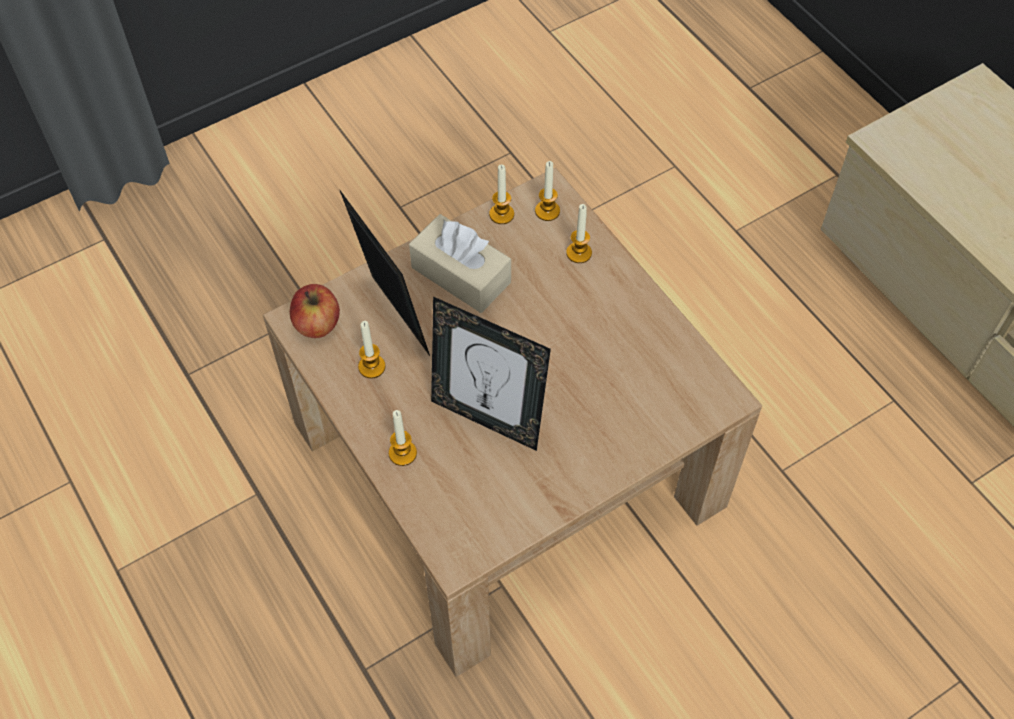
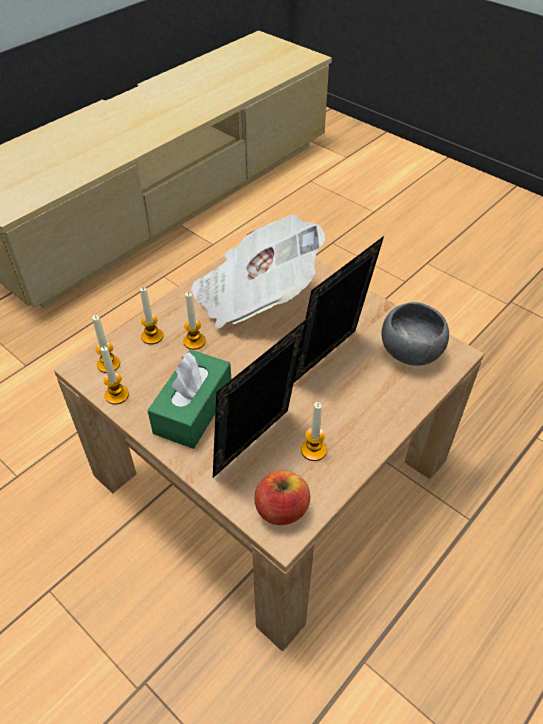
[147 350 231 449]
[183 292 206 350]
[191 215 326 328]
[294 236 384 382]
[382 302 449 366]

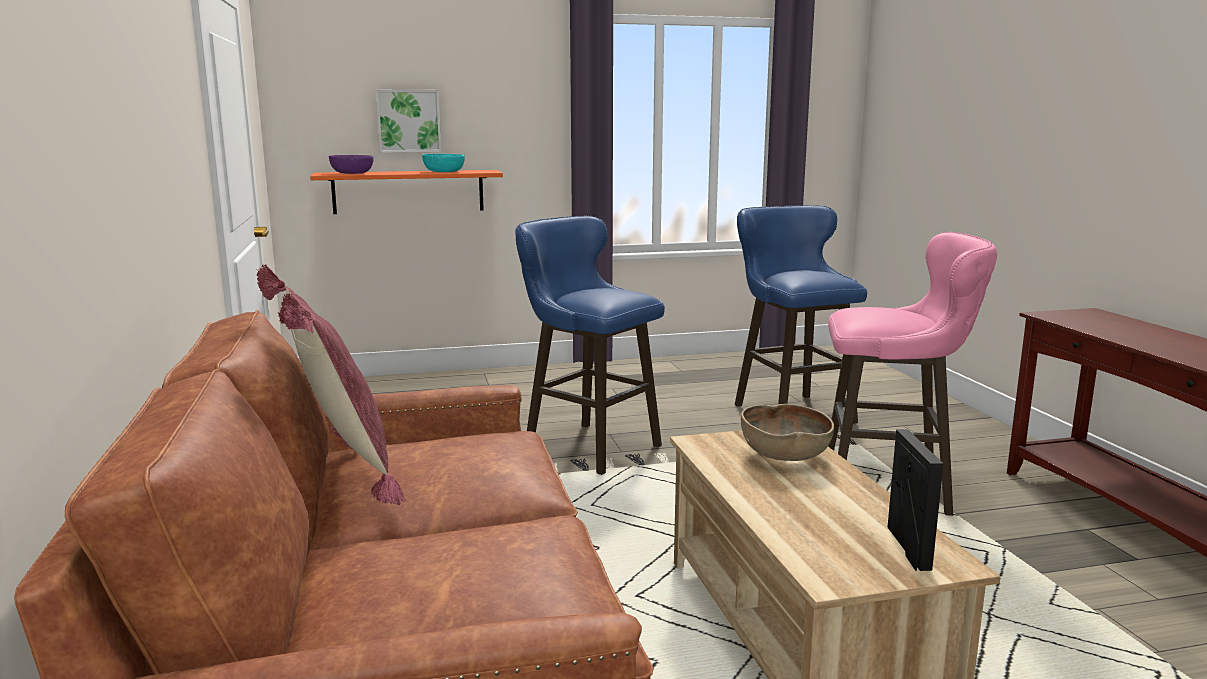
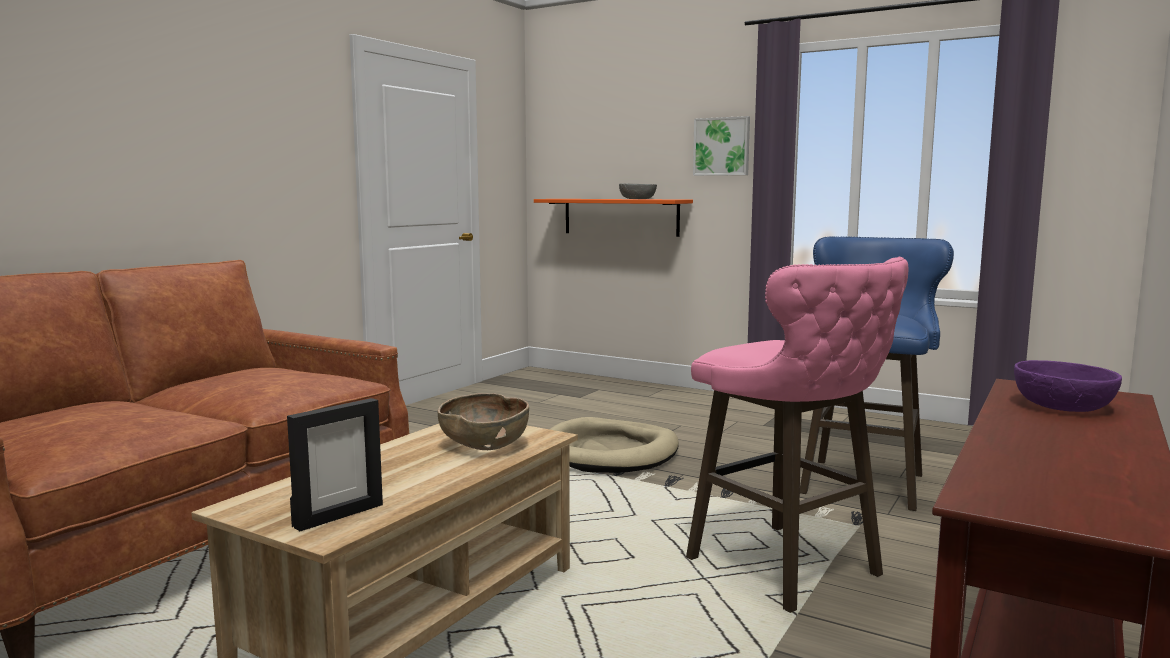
[550 417 679 473]
[619 184 657 199]
[693 116 750 176]
[1014 360 1122 412]
[257 265 405 506] (first image)

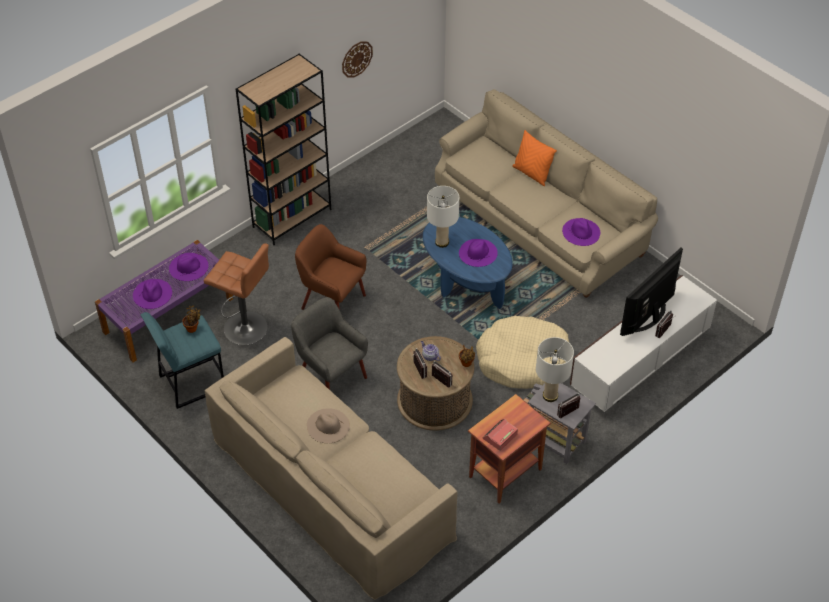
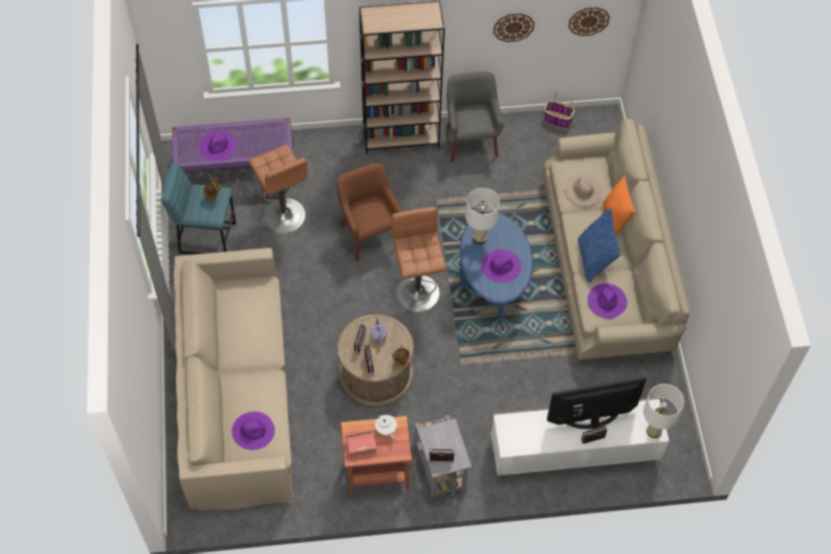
[232 411 275 450]
[375 411 397 439]
[392 207 447 312]
[446 72 503 162]
[544 90 575 129]
[564 174 602 206]
[568 7 610 36]
[578 209 621 283]
[643 384 684 438]
[476 316 573 389] (first image)

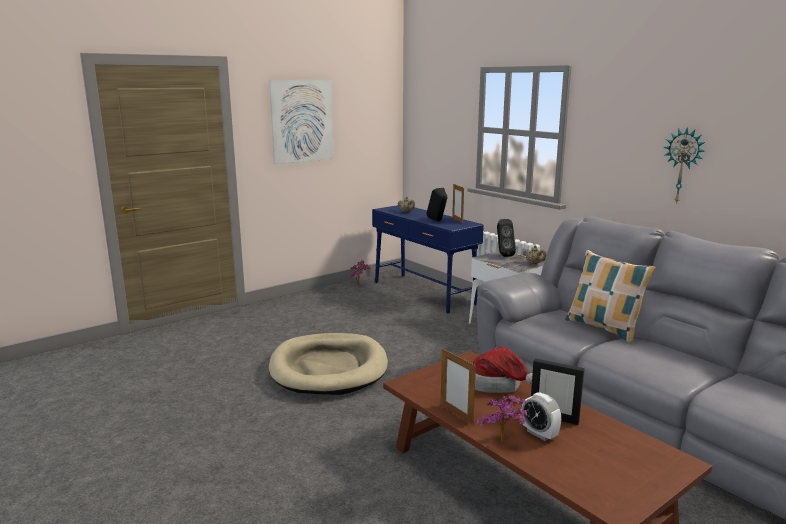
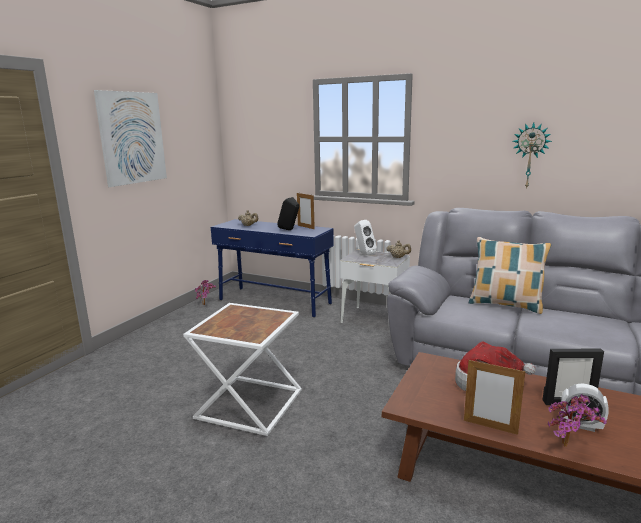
[183 303 302 436]
[354 220 377 255]

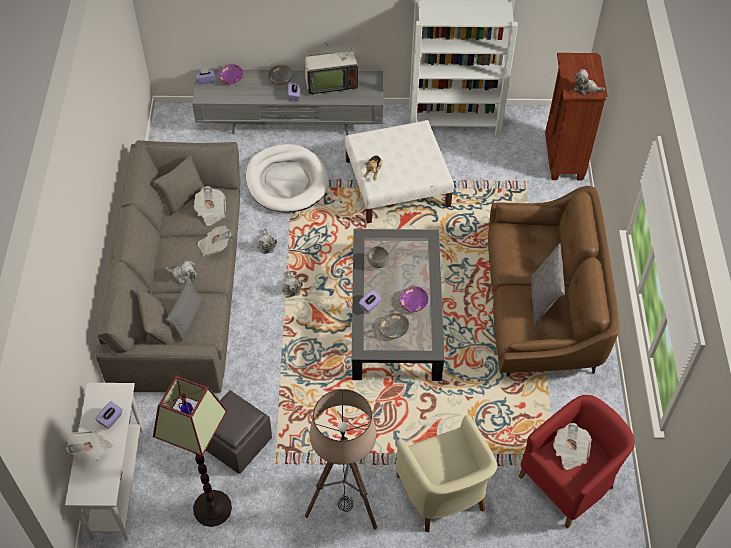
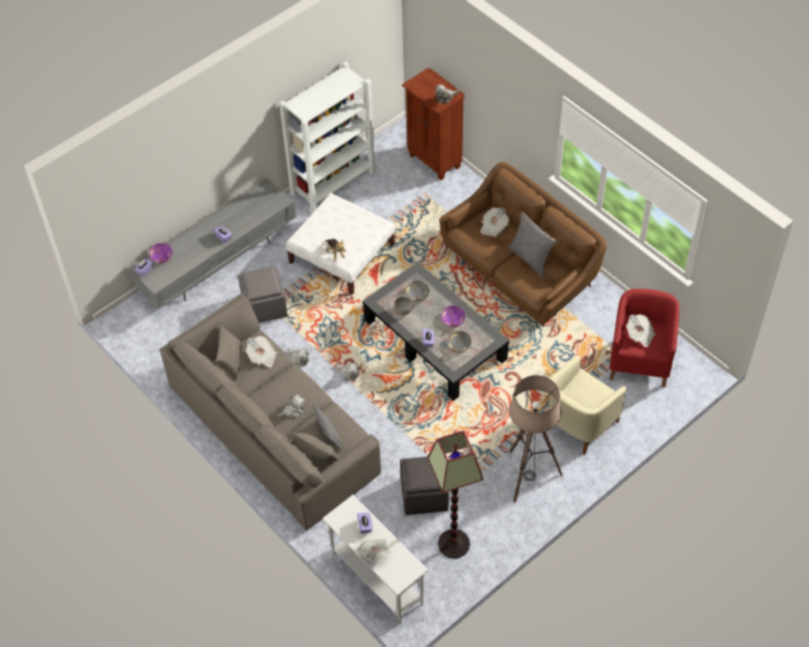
[238 266 288 323]
[405 280 429 301]
[480 207 509 237]
[548 355 627 455]
[304 39 358 95] (first image)

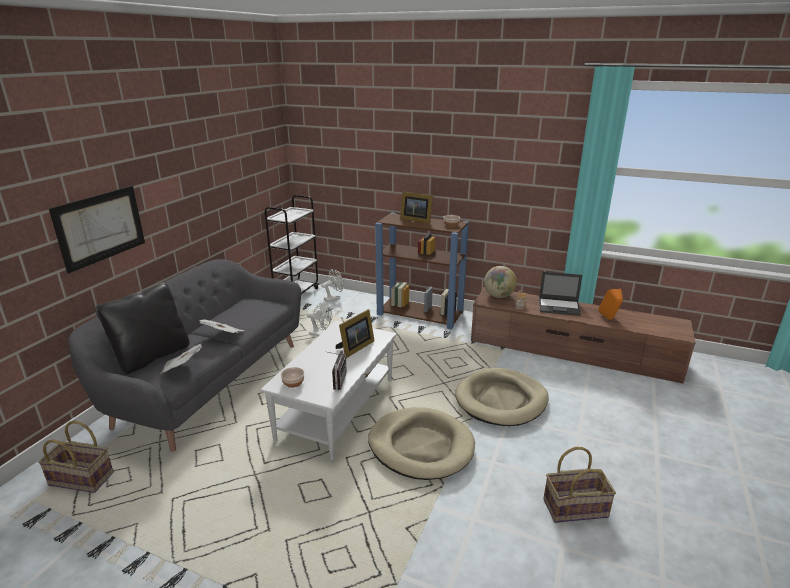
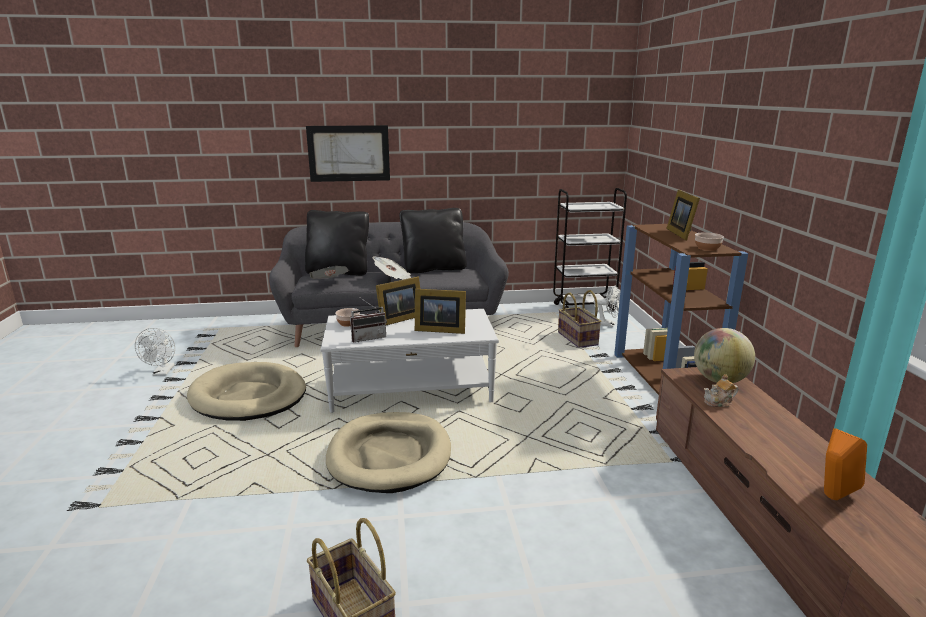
[135 328 175 376]
[187 362 306 421]
[376 277 420 325]
[399 208 467 273]
[558 290 601 348]
[539 272 582 316] (first image)

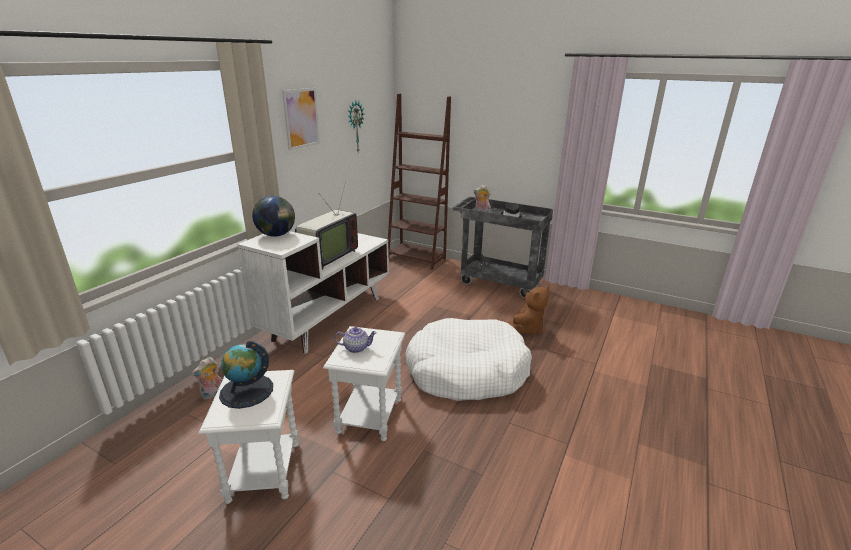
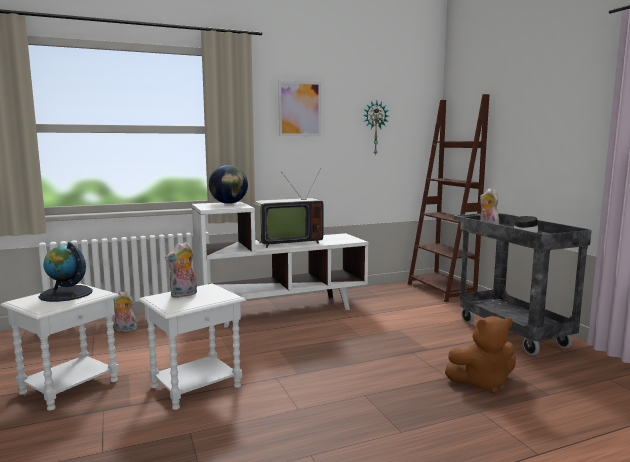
[165 242 197 298]
[405 318 532 401] (first image)

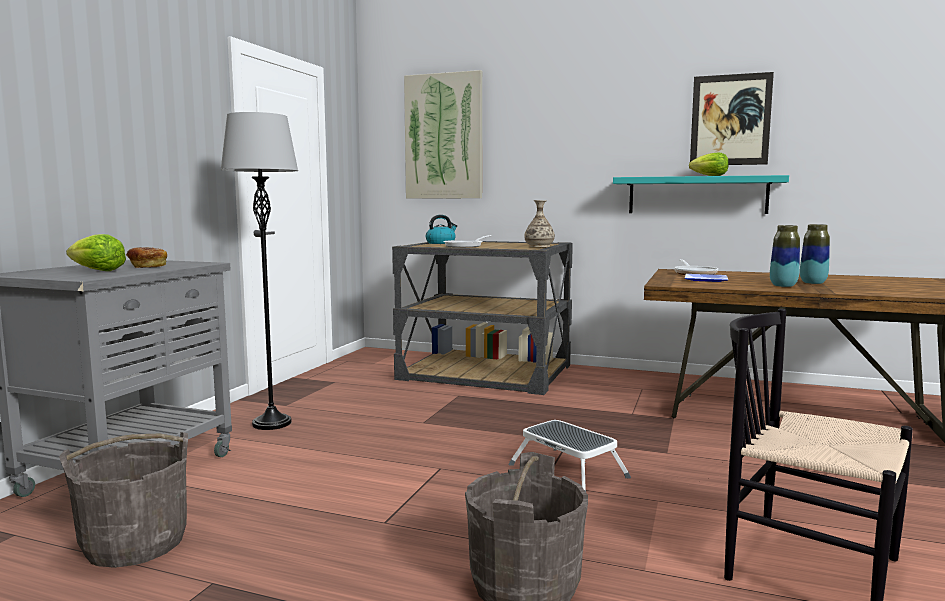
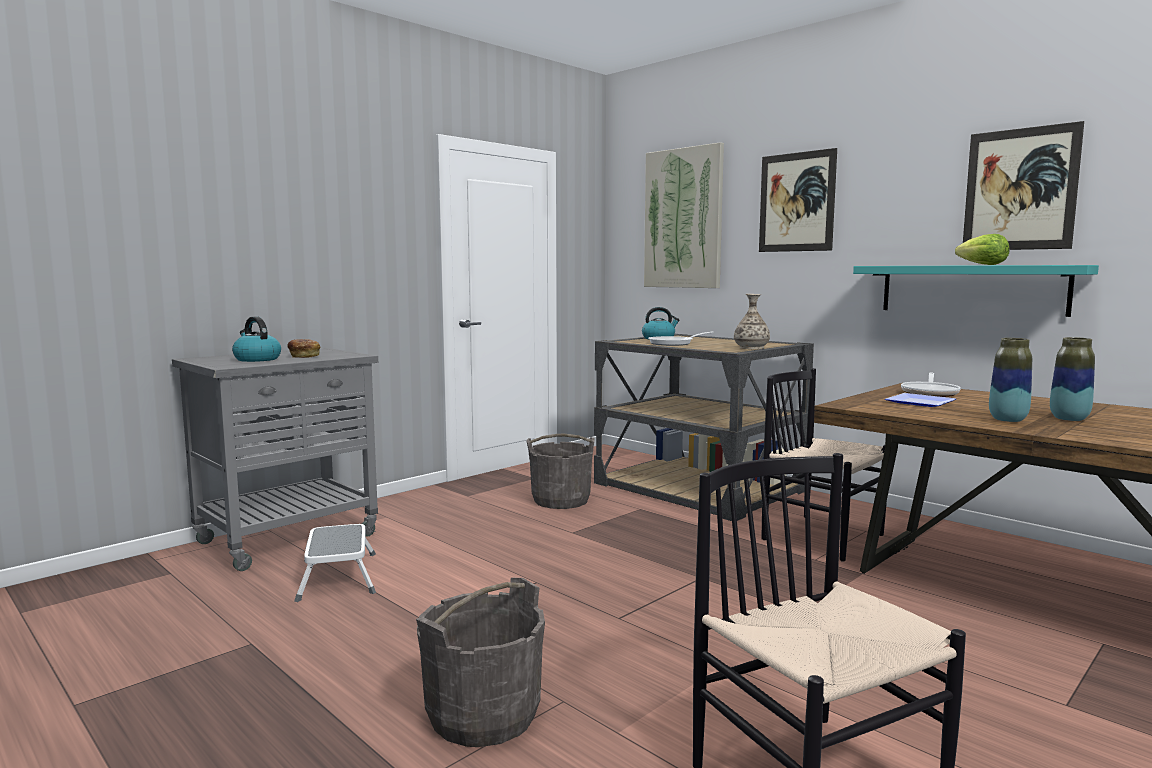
[232 316 281 362]
[294 524 376 602]
[526 434 595 509]
[759 148 837 252]
[761 368 887 561]
[221 112 298 430] (first image)

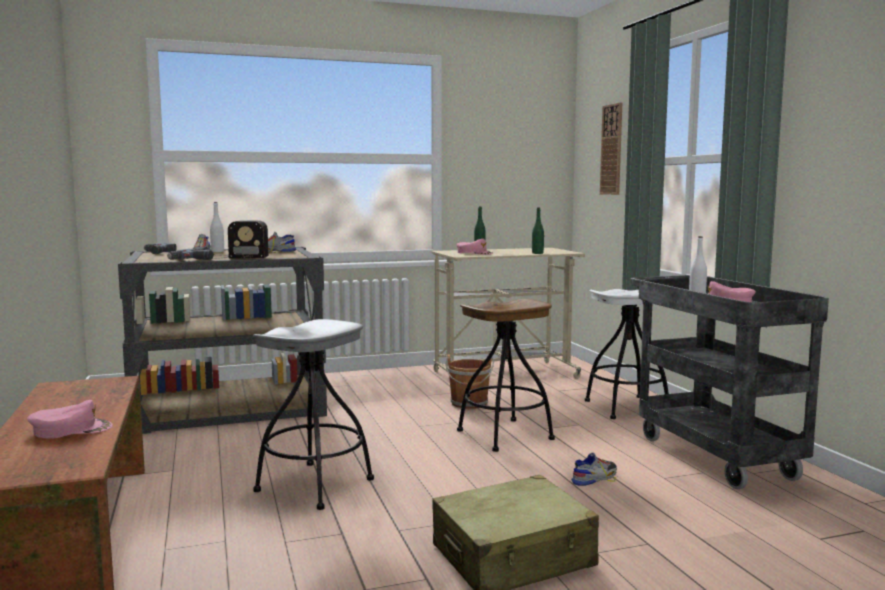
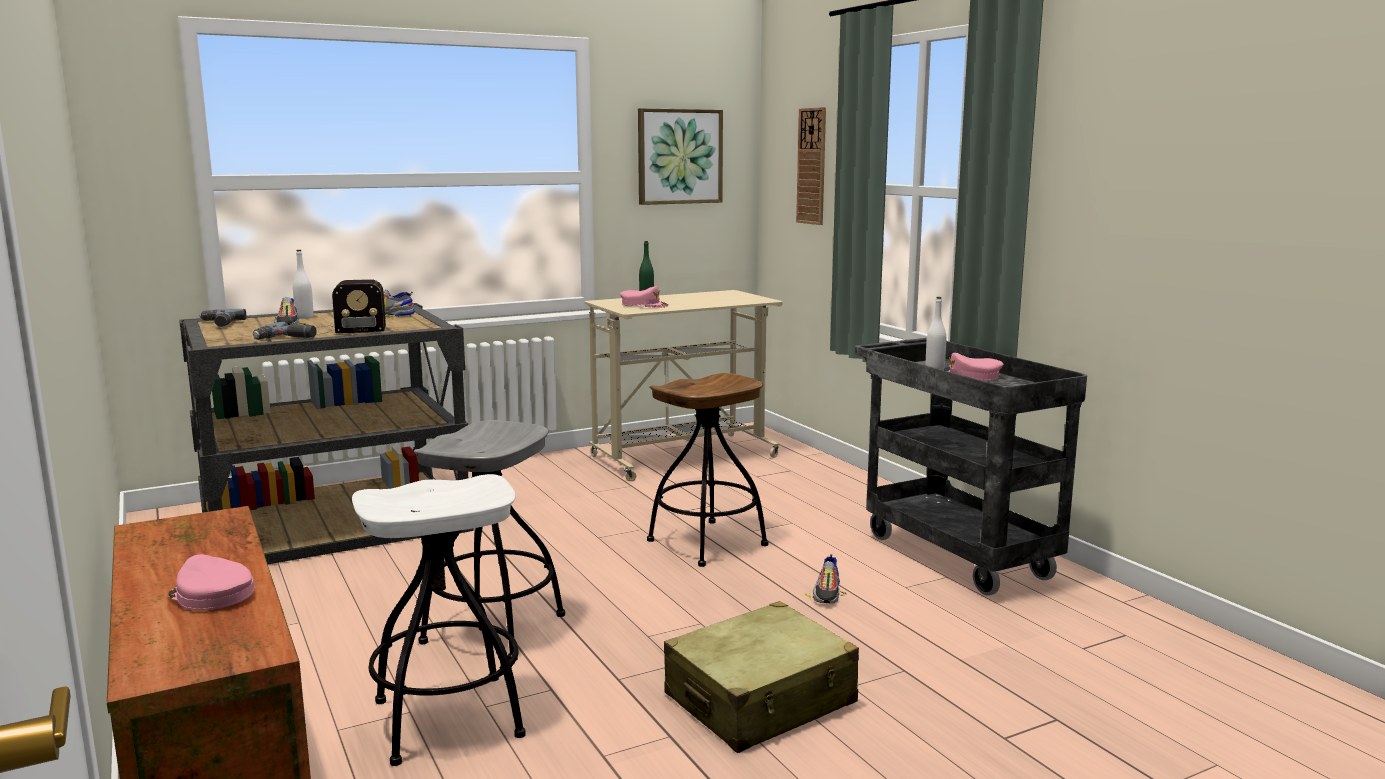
[168 554 254 611]
[352 474 526 766]
[638 108 723 205]
[805 554 846 604]
[445 354 494 409] (first image)
[532 208 544 254] (first image)

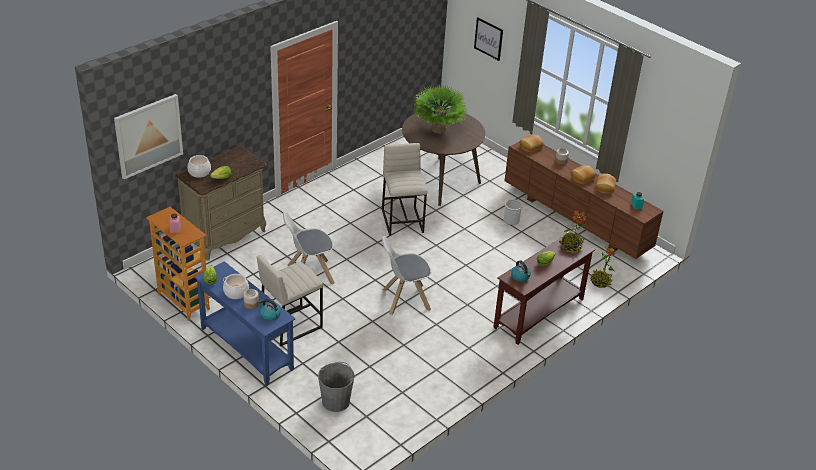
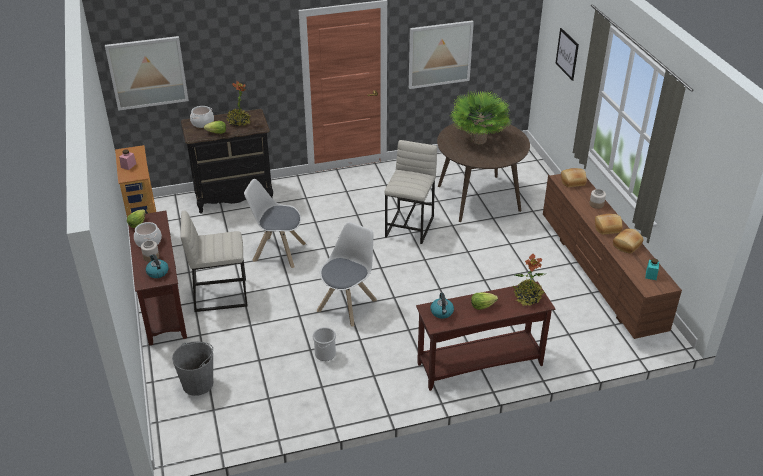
[128 211 187 346]
[181 109 273 213]
[227 81 251 126]
[313 327 336 361]
[317 222 377 327]
[409 21 474 89]

